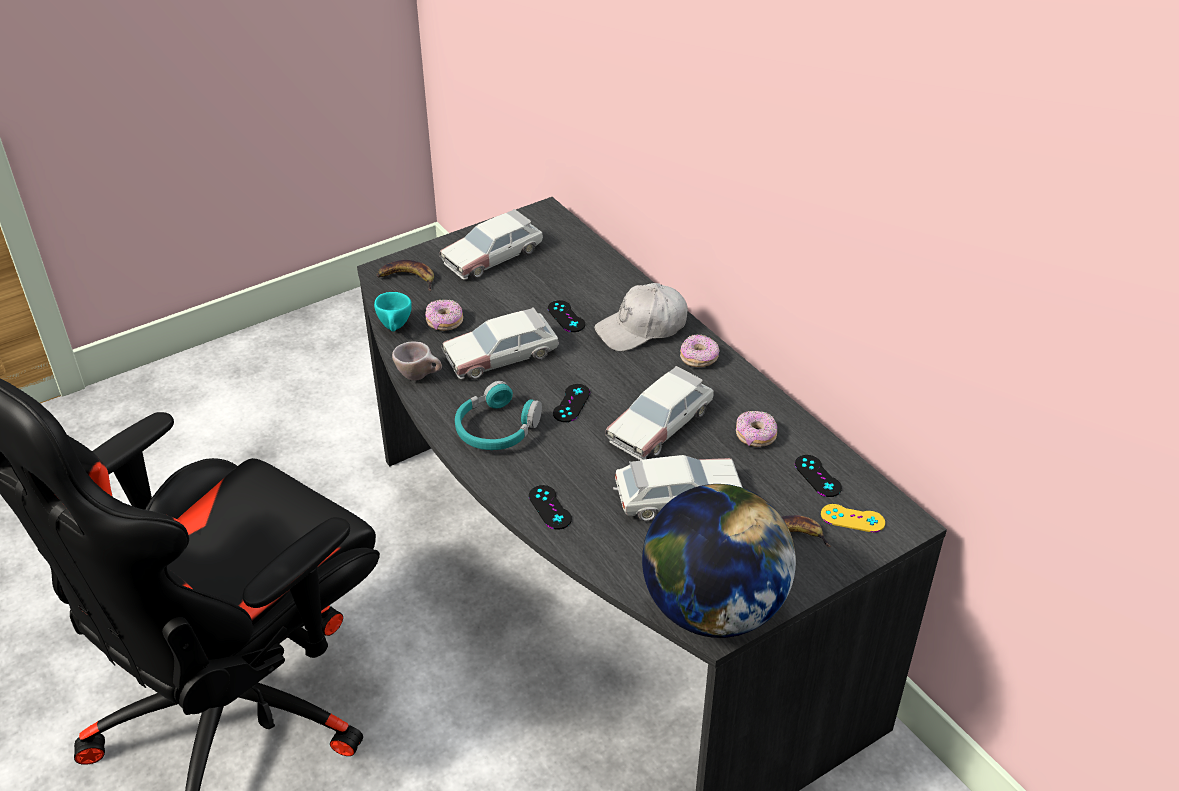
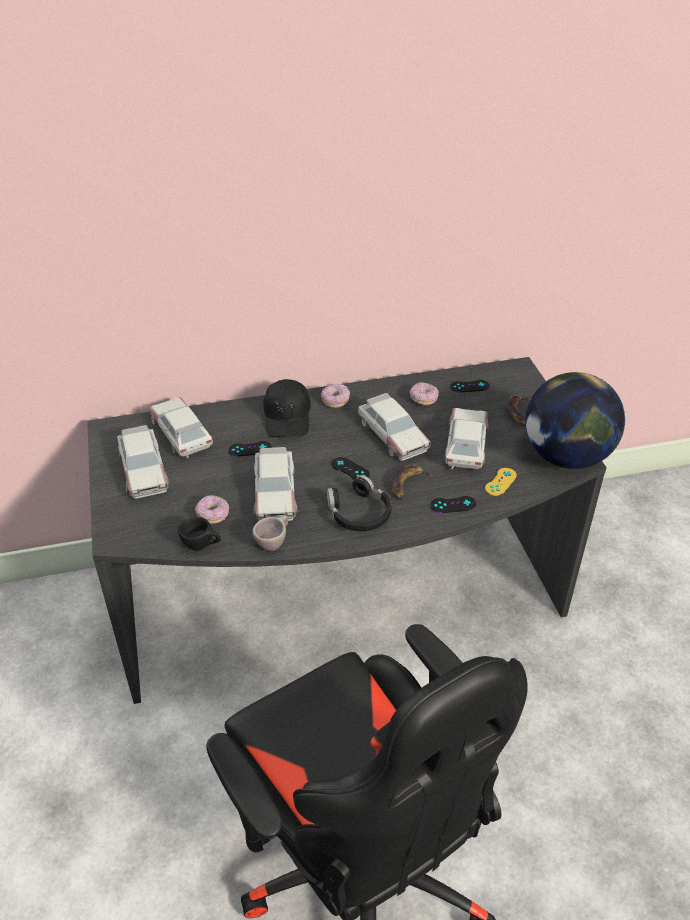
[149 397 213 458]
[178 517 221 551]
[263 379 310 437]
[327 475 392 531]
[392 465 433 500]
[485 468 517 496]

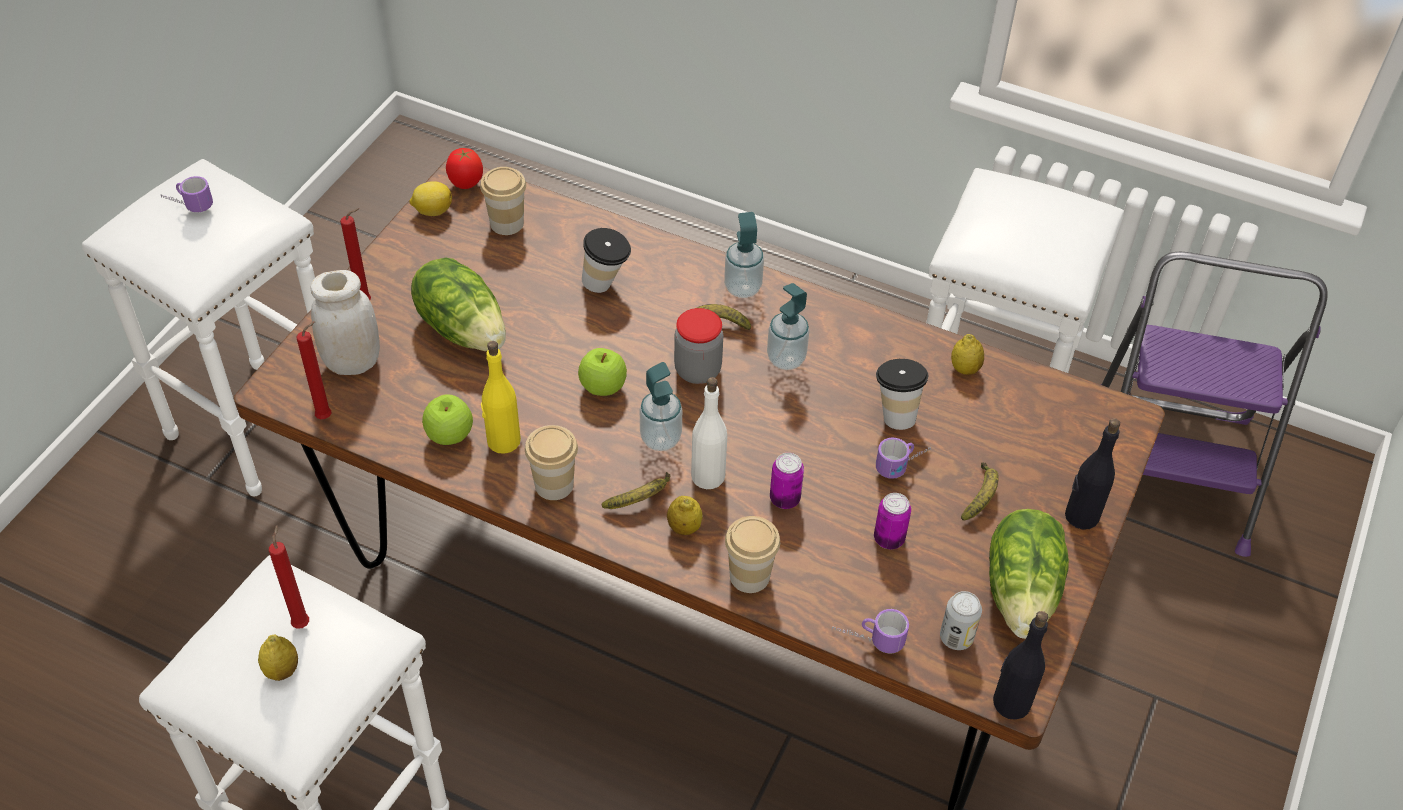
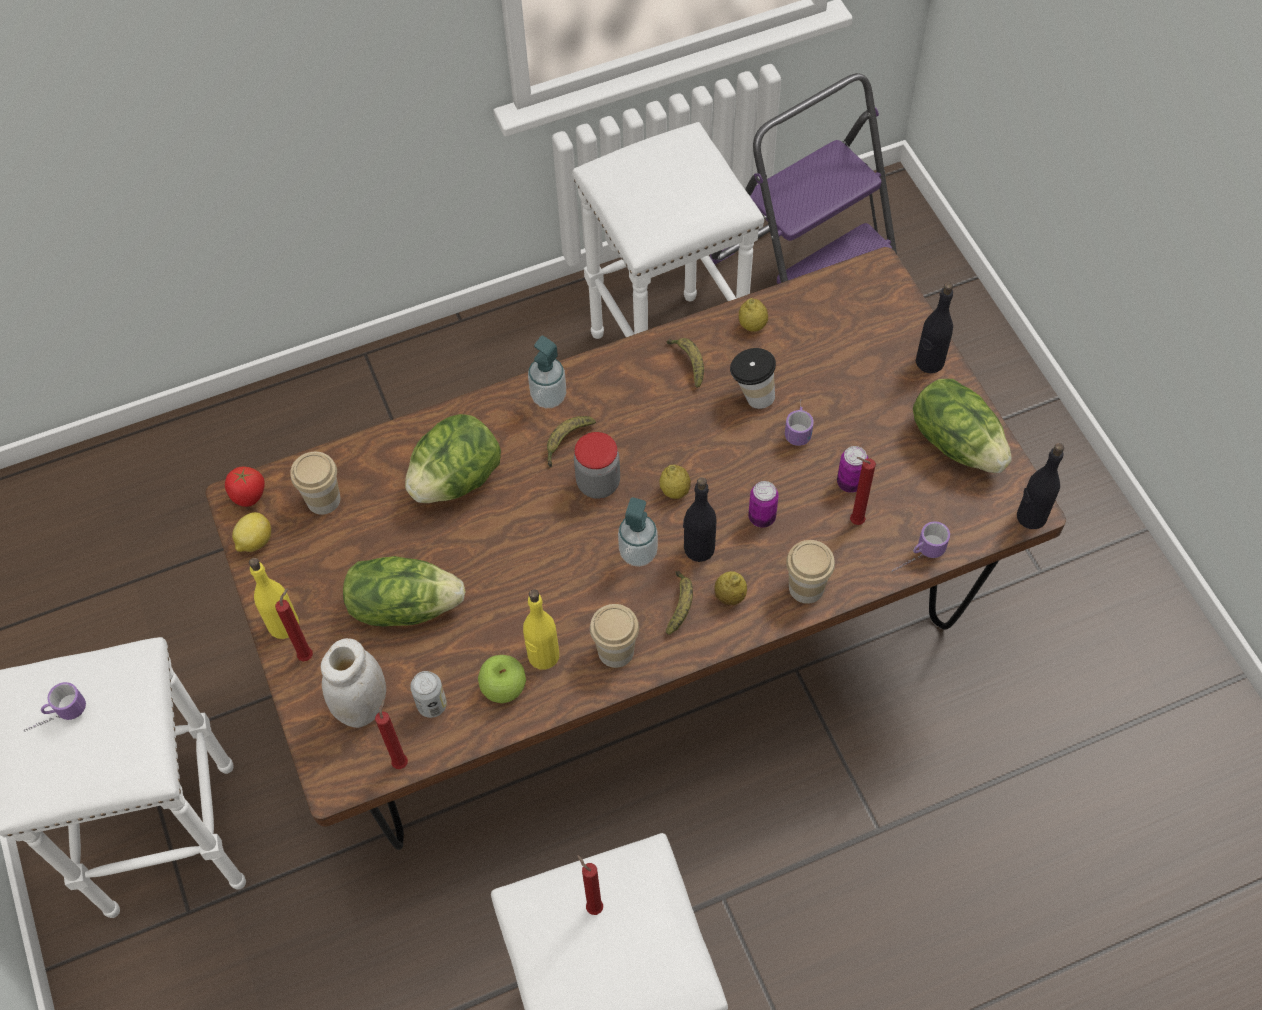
[249 558 299 639]
[405 414 501 503]
[410 671 447 718]
[660 464 691 499]
[666 338 704 388]
[683 477 717 562]
[850 457 876 525]
[578 348 627 396] (first image)
[767 283 810 370] (first image)

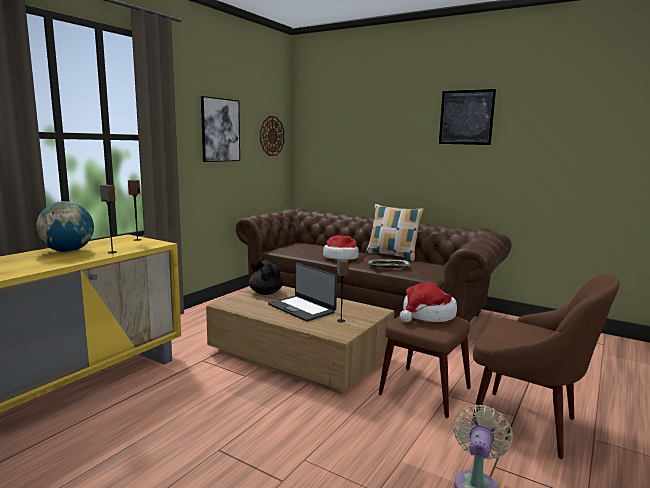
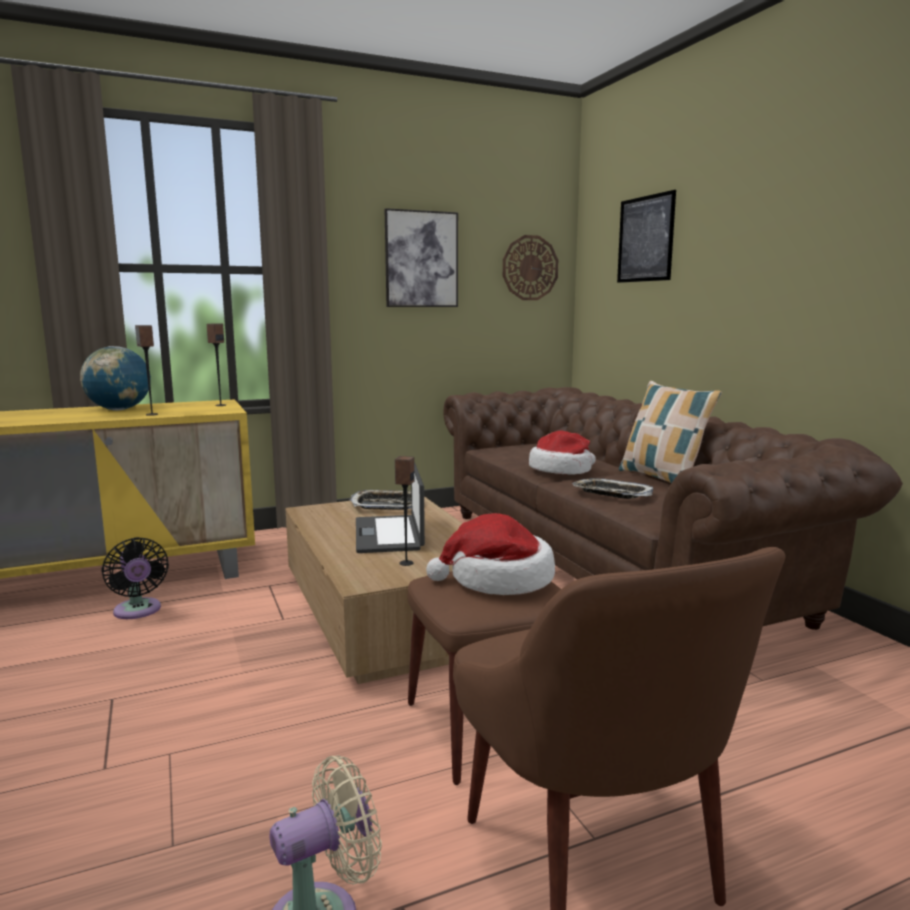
[101 537 169 619]
[349 490 411 510]
[617 190 676 283]

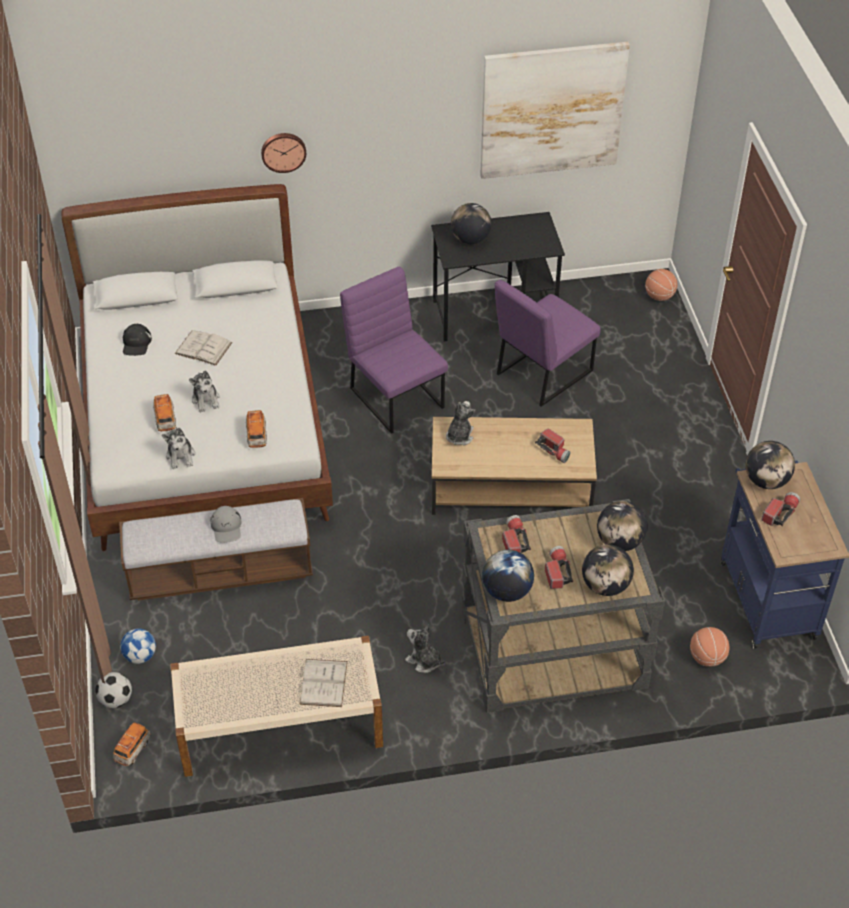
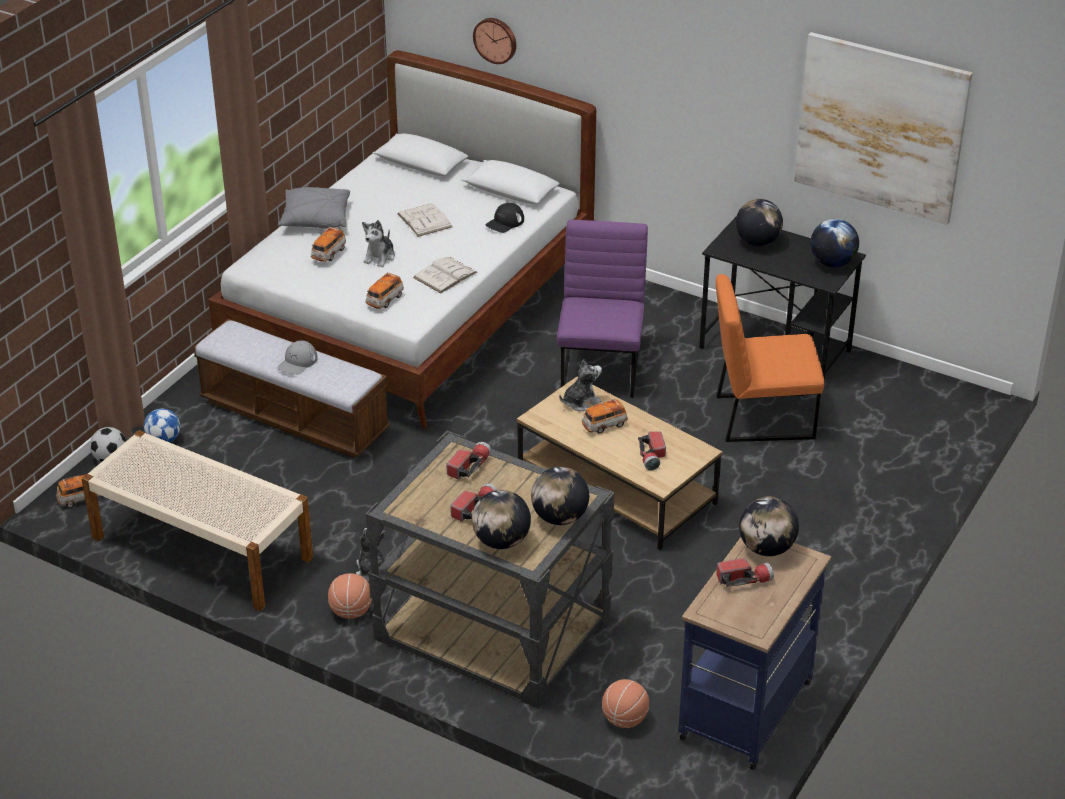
[278 187 350 229]
[328 573 372 619]
[413 257 477 293]
[473 18 516 64]
[485 203 524 233]
[582 399 628 434]
[716 274 824 442]
[810 219 859 267]
[162 427 195 469] (first image)

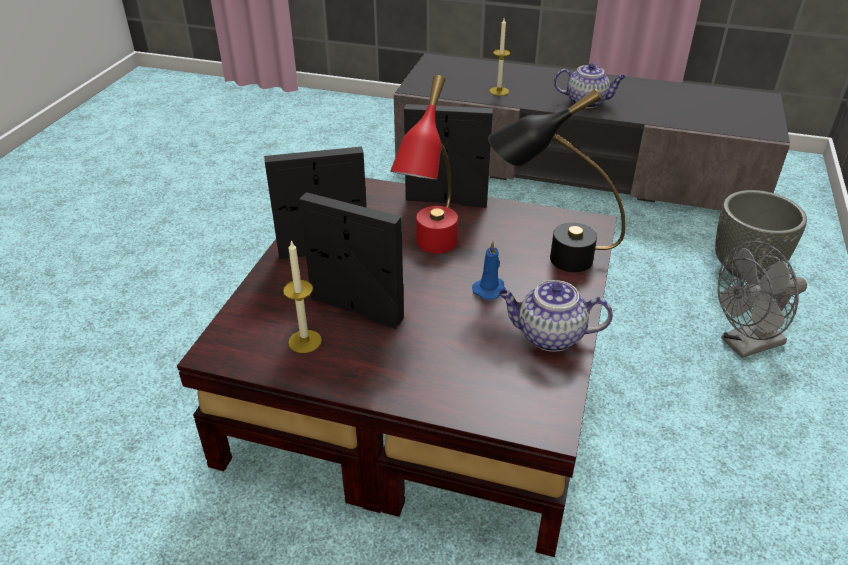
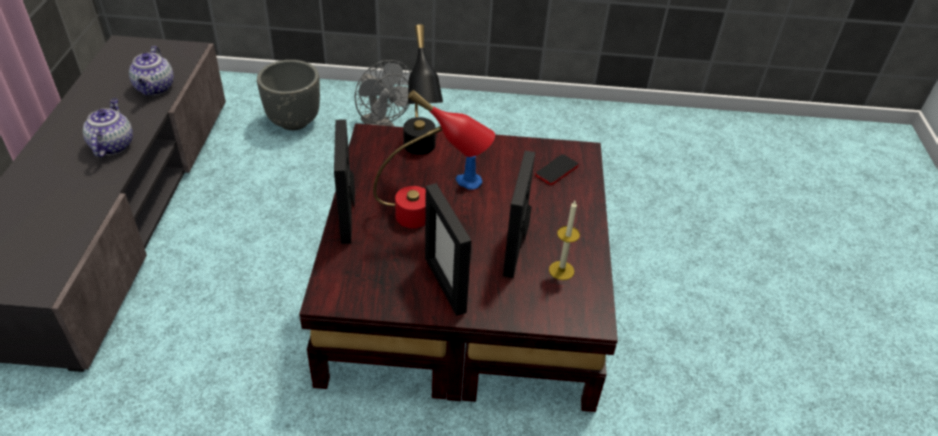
[129 46 174 96]
[535 154 579 185]
[489 18 510 96] (first image)

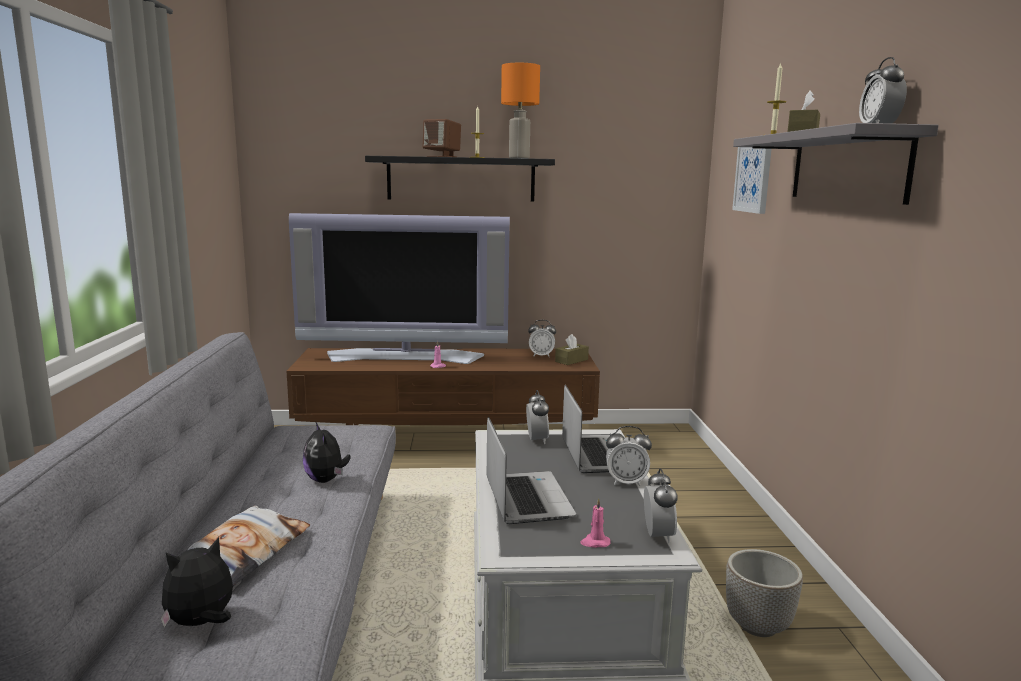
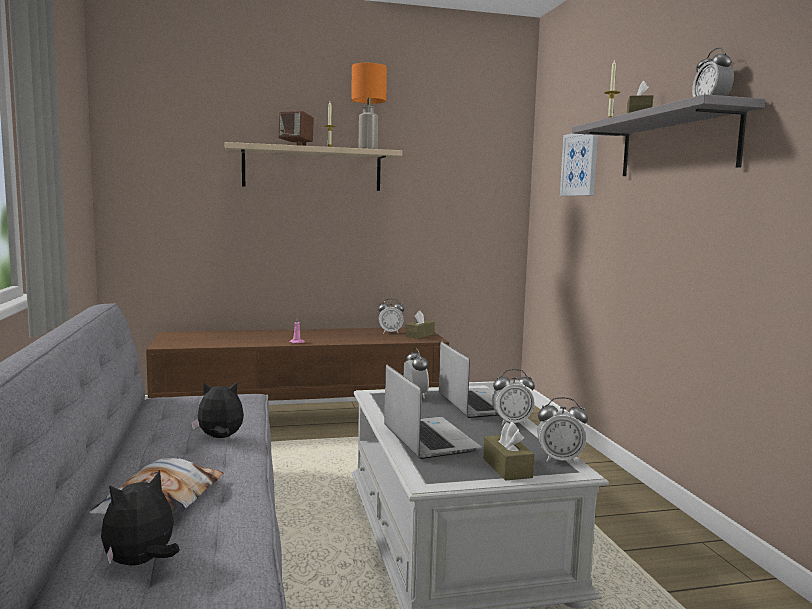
[191 381 244 438]
[224 142 402 191]
[483 422 535 481]
[537 397 588 464]
[289 213 510 364] (first image)
[726 549 803 637] (first image)

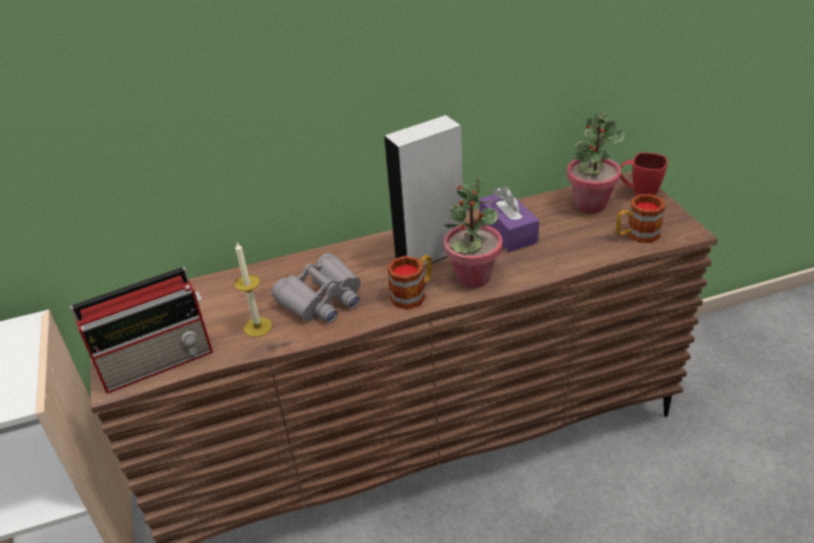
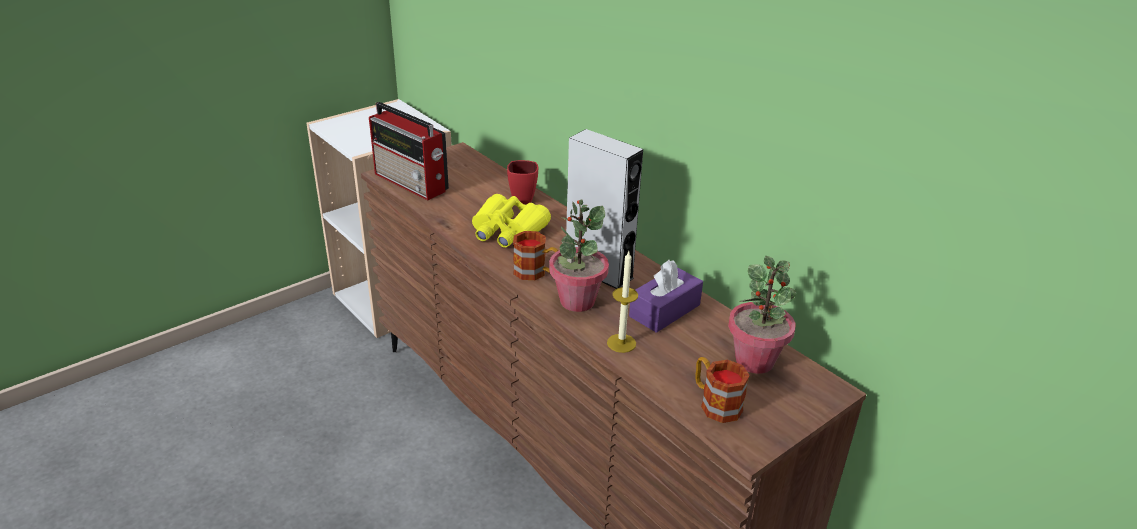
[472 194 551 248]
[507 160 538 204]
[607 251 638 353]

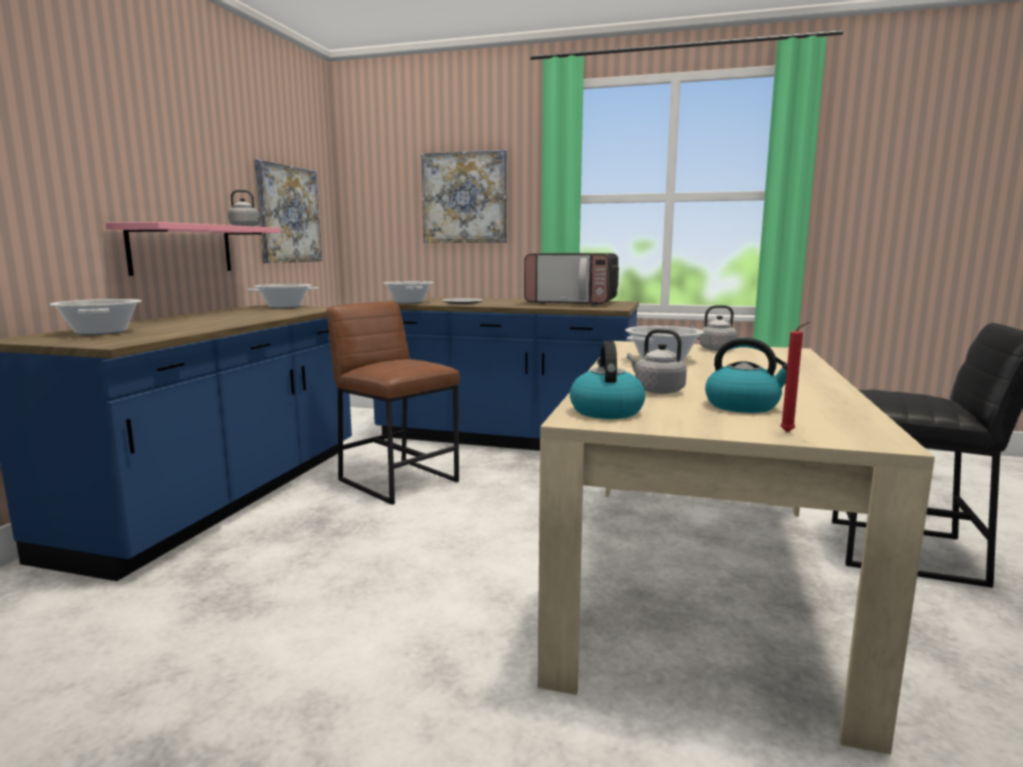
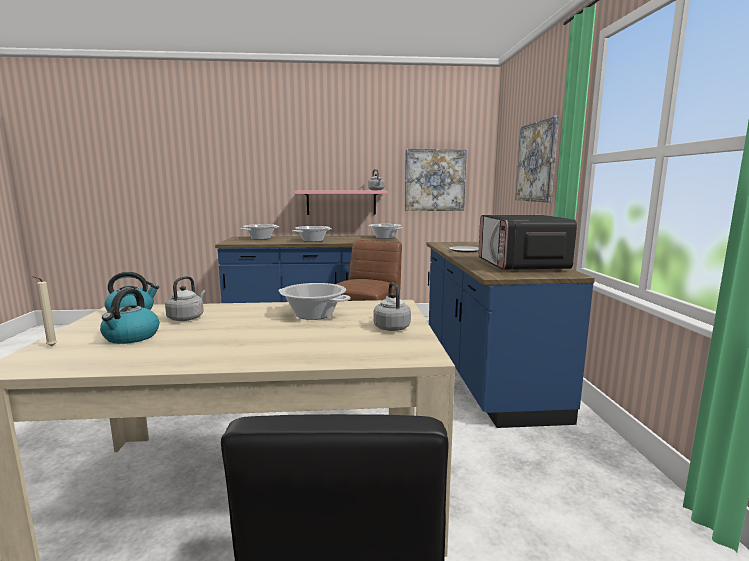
[33 276 57 347]
[293 226 332 242]

